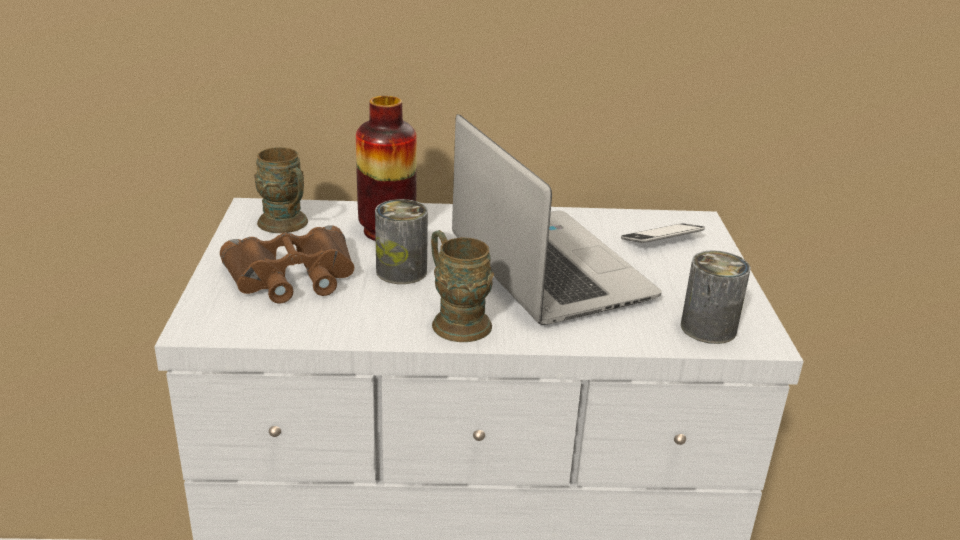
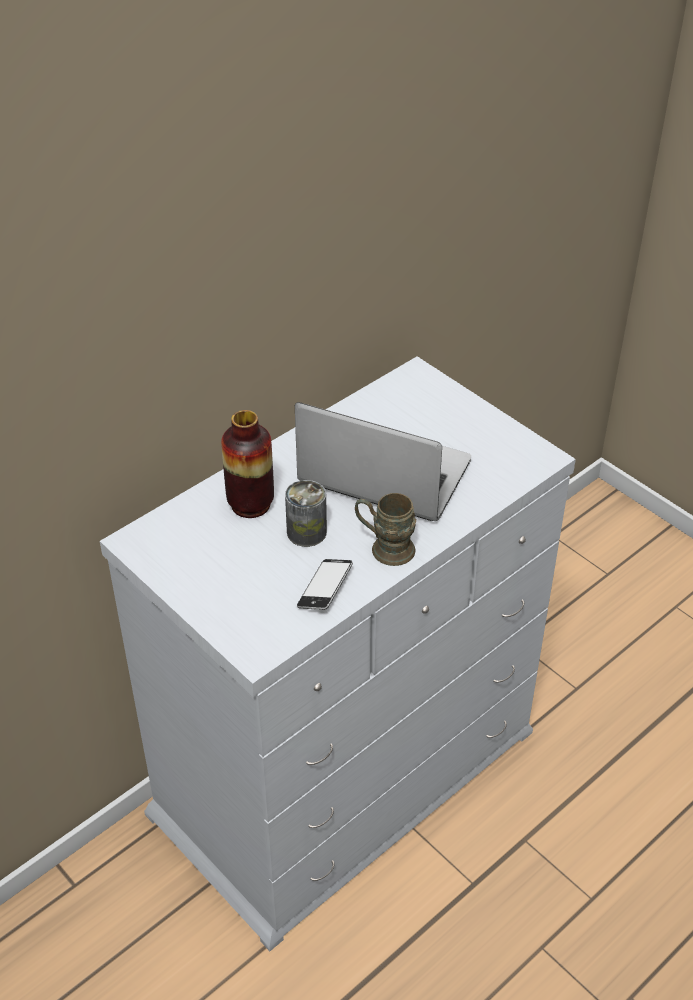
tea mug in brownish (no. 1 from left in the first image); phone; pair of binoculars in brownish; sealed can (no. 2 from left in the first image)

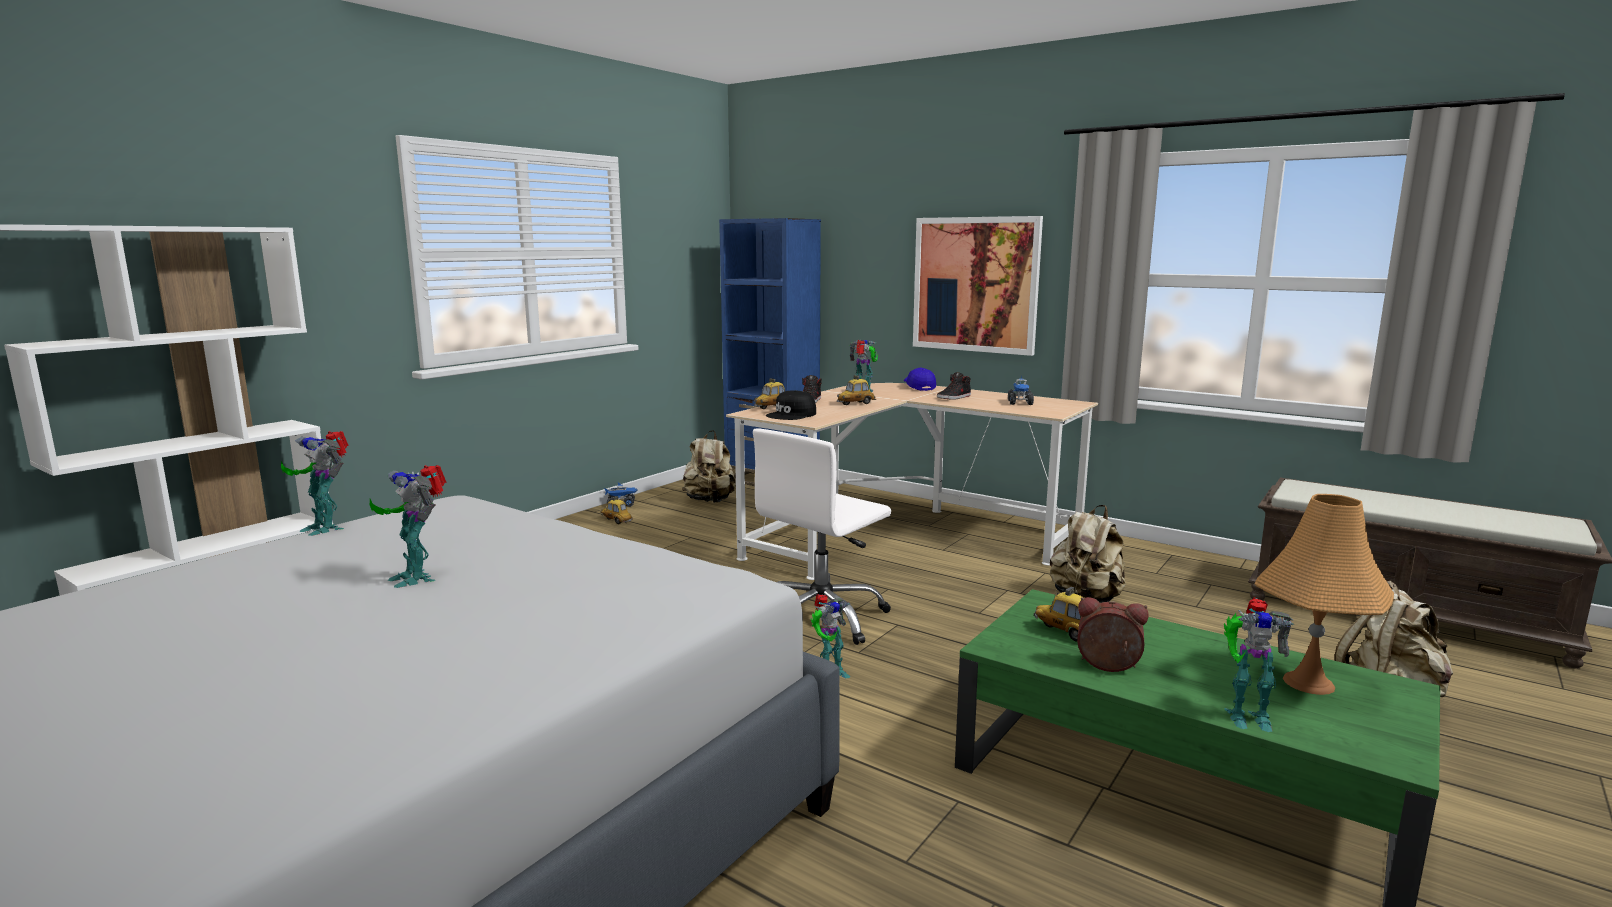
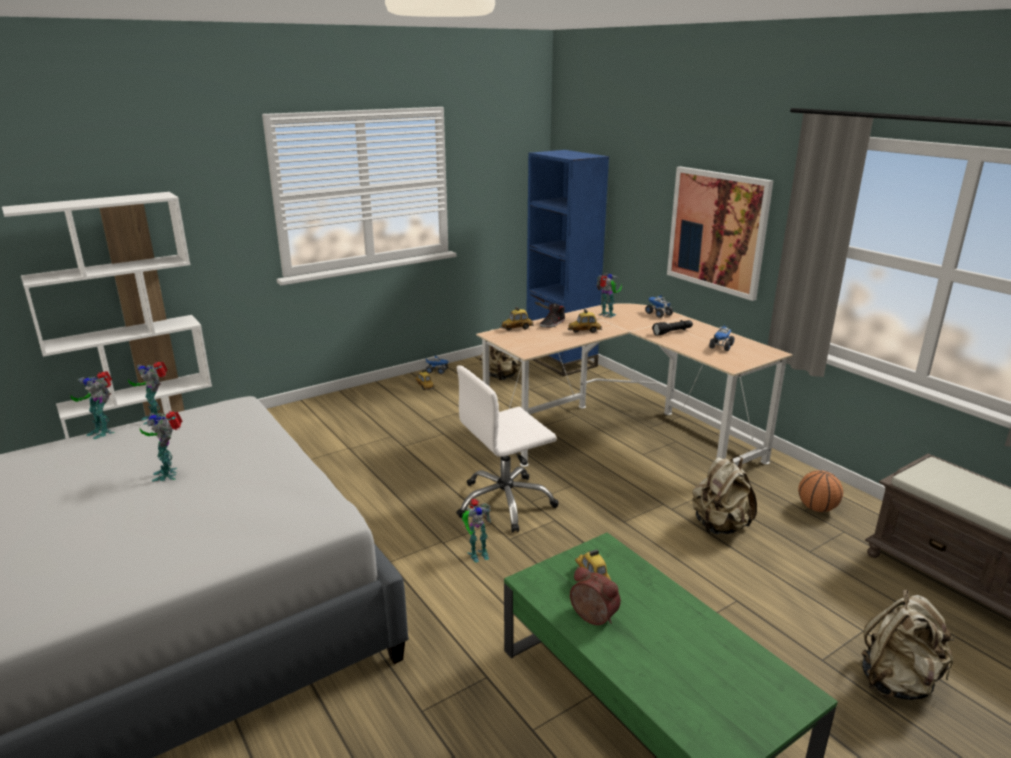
model truck (no. 2 from left); torch in black-coloured; baseball cap in black-coloured; lamp for a table in orange; robot figure (no. 1 from left); ball for basketball

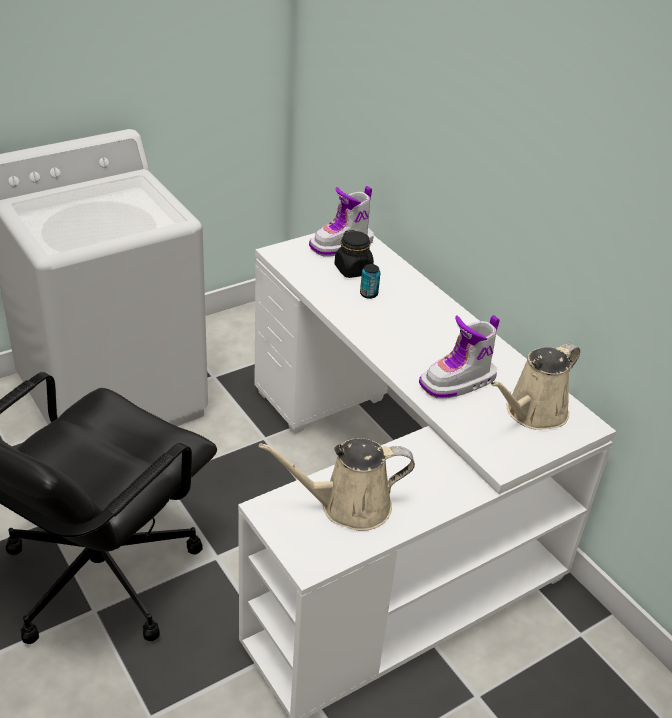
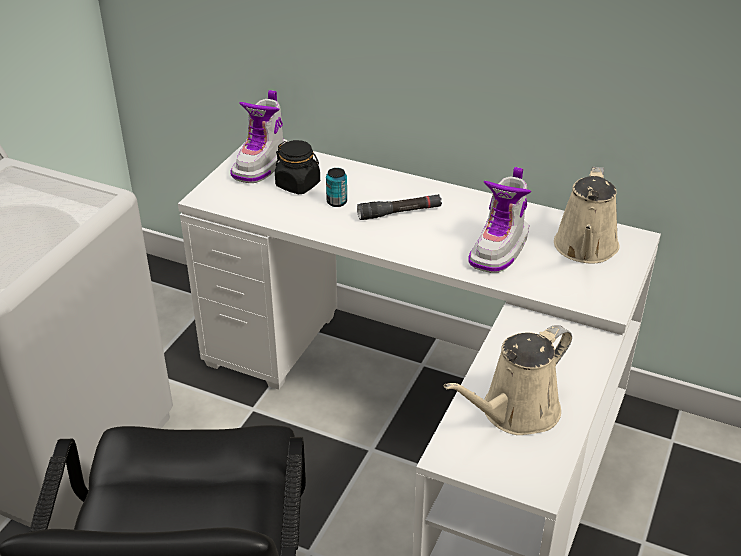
torch in black-coloured

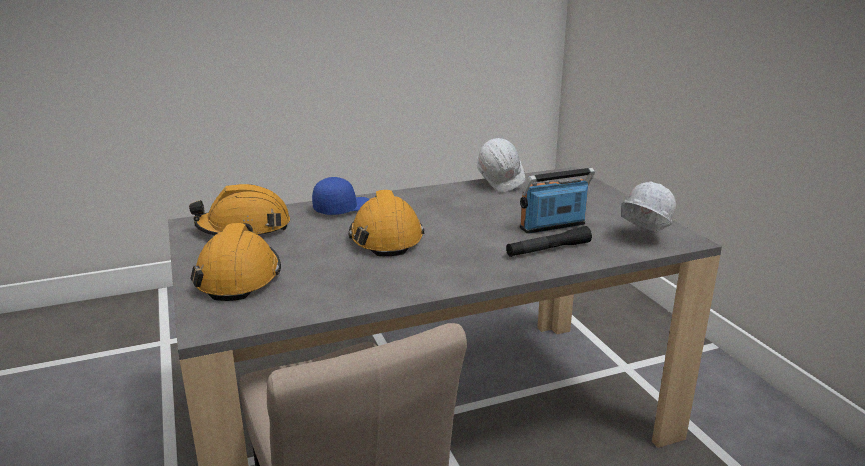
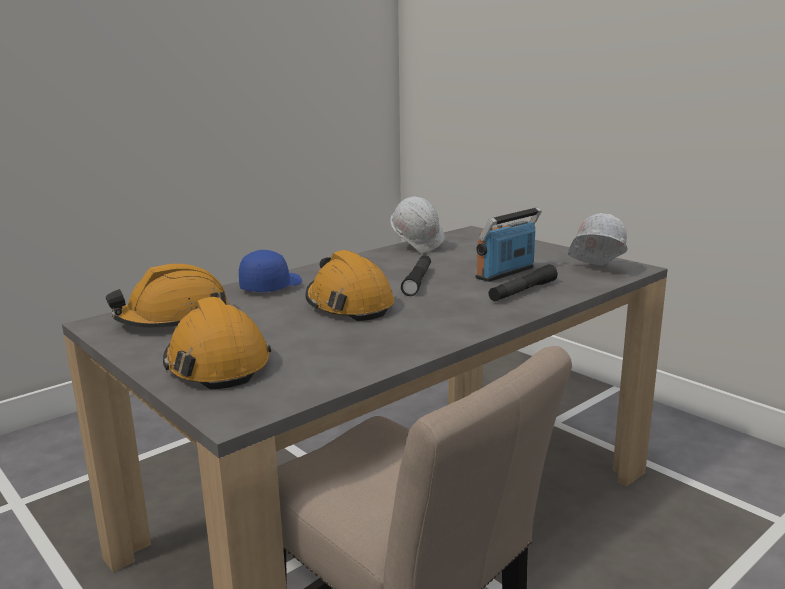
torch in black-coloured (no. 1 from left)

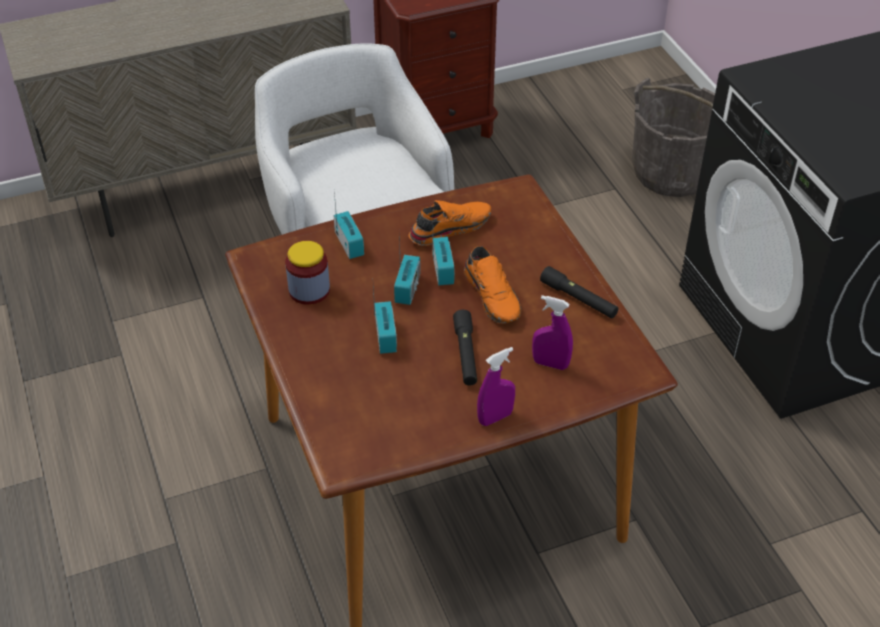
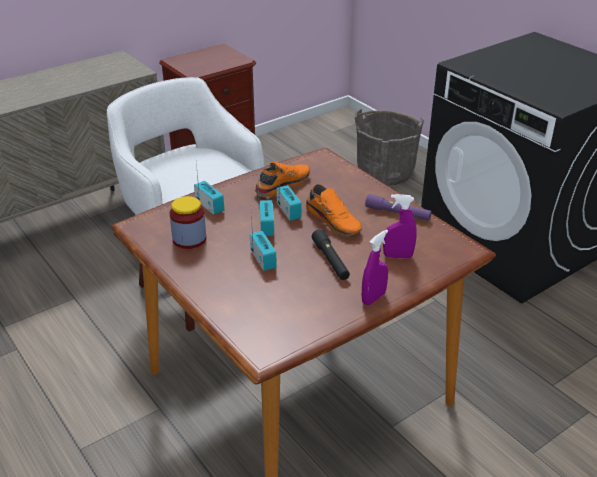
torch in purplish

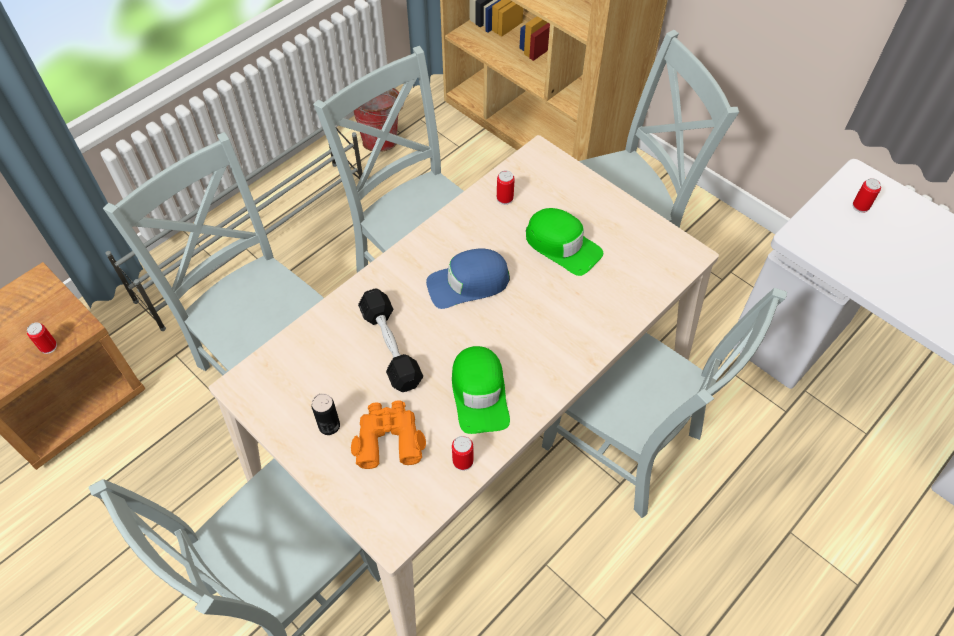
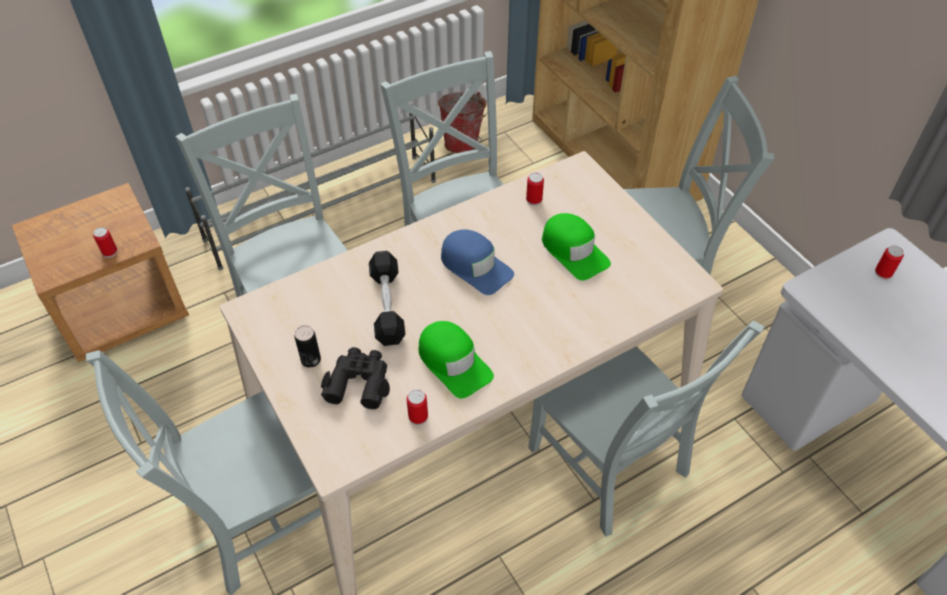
baseball cap in bluish; baseball cap in green-coloured (no. 1 from left); pair of binoculars in black-coloured

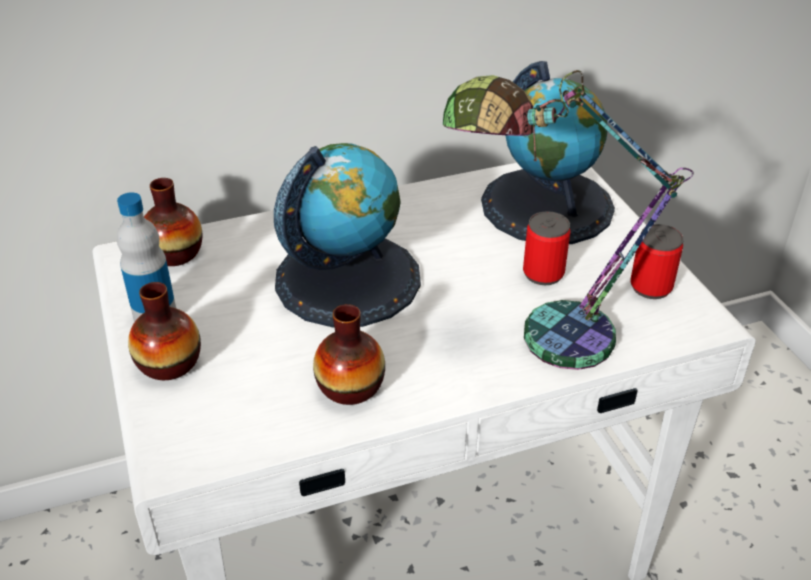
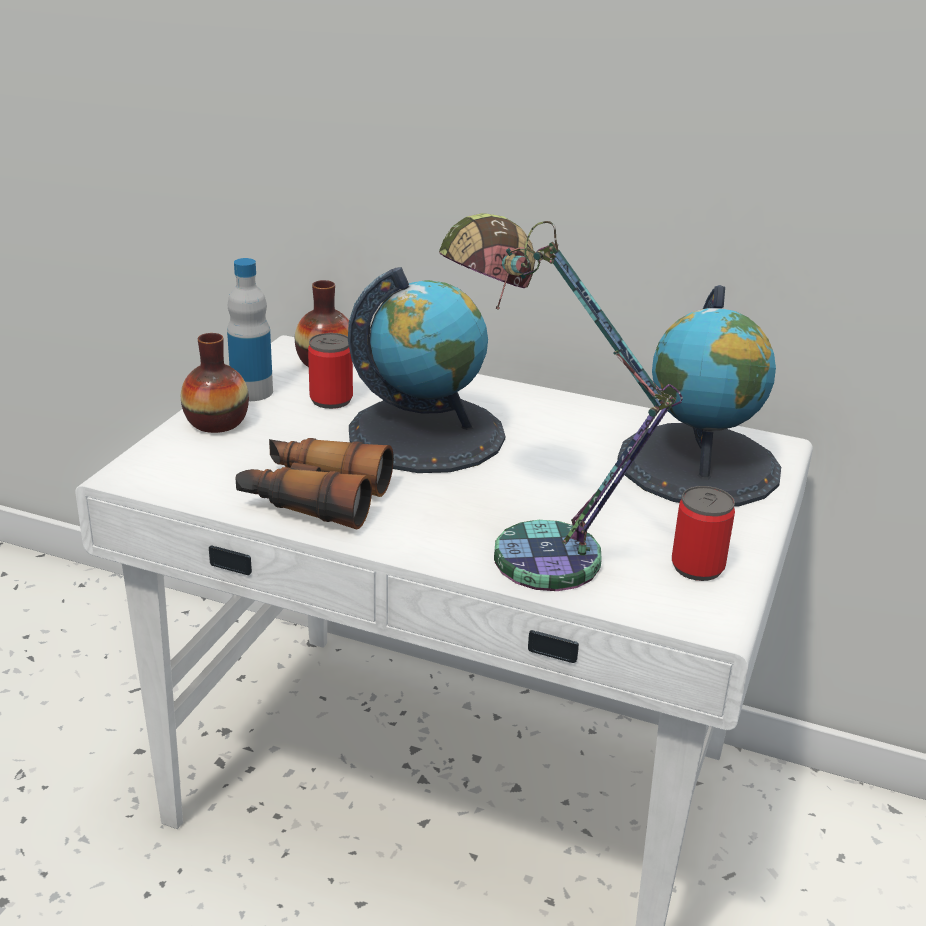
sealed can (no. 1 from left); pair of binoculars

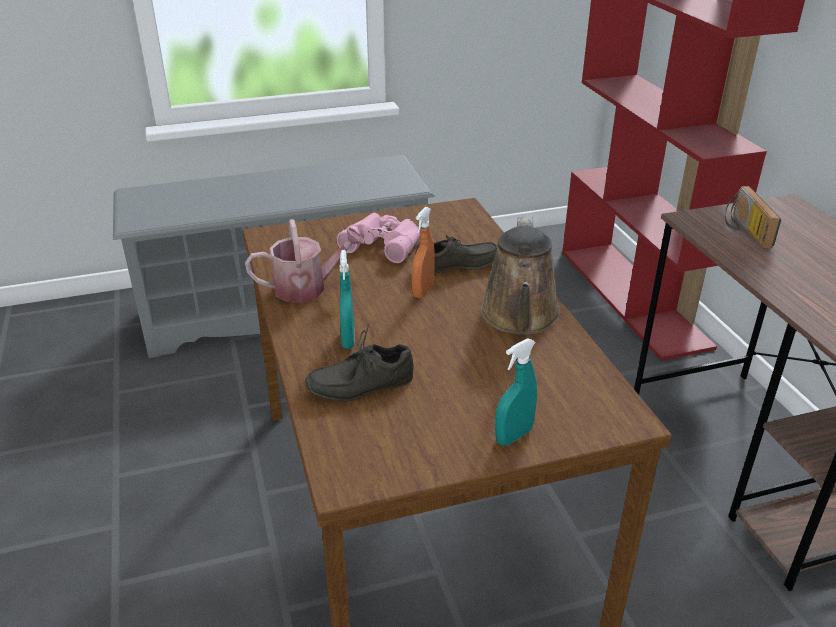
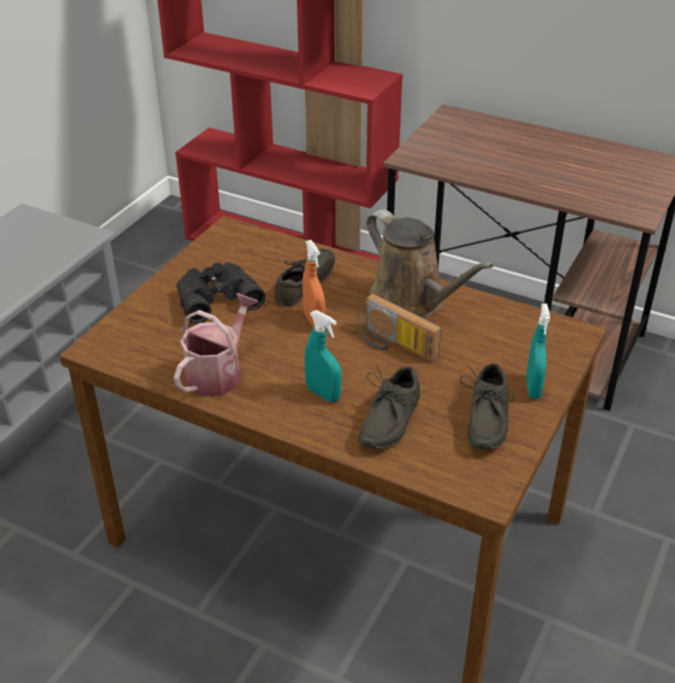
radio receiver; pair of binoculars in black-coloured; item of footwear in grey (no. 3 from left)

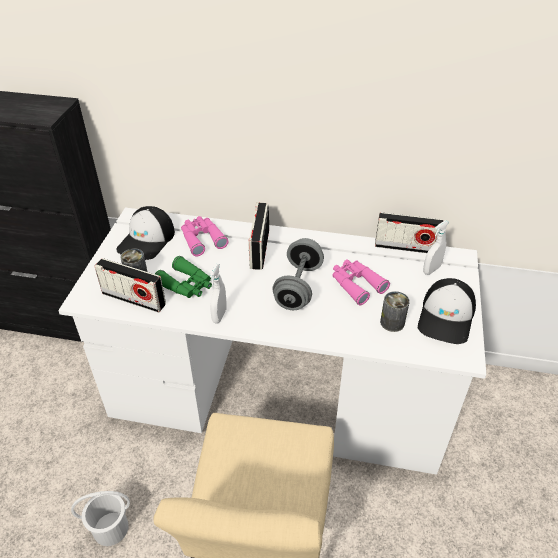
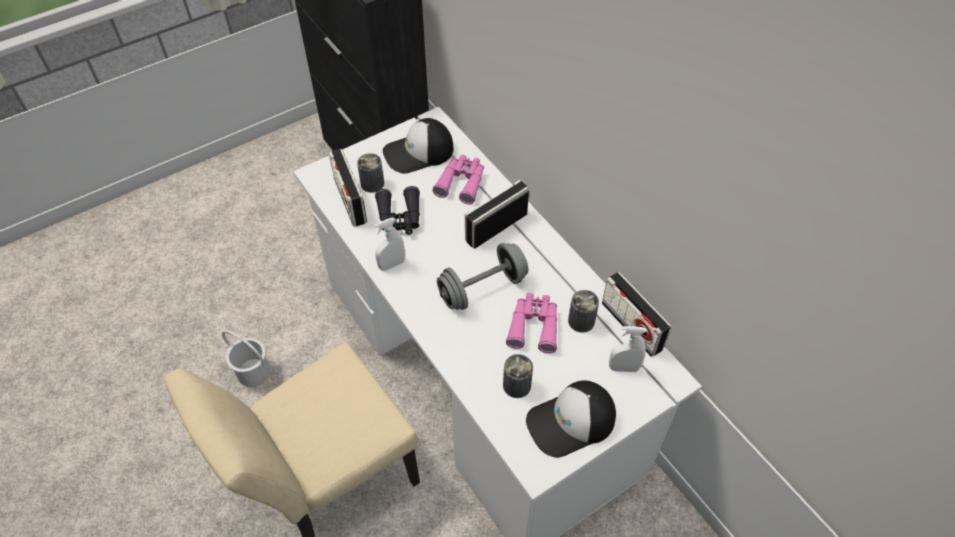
pair of binoculars in black-coloured; sealed can (no. 3 from left)

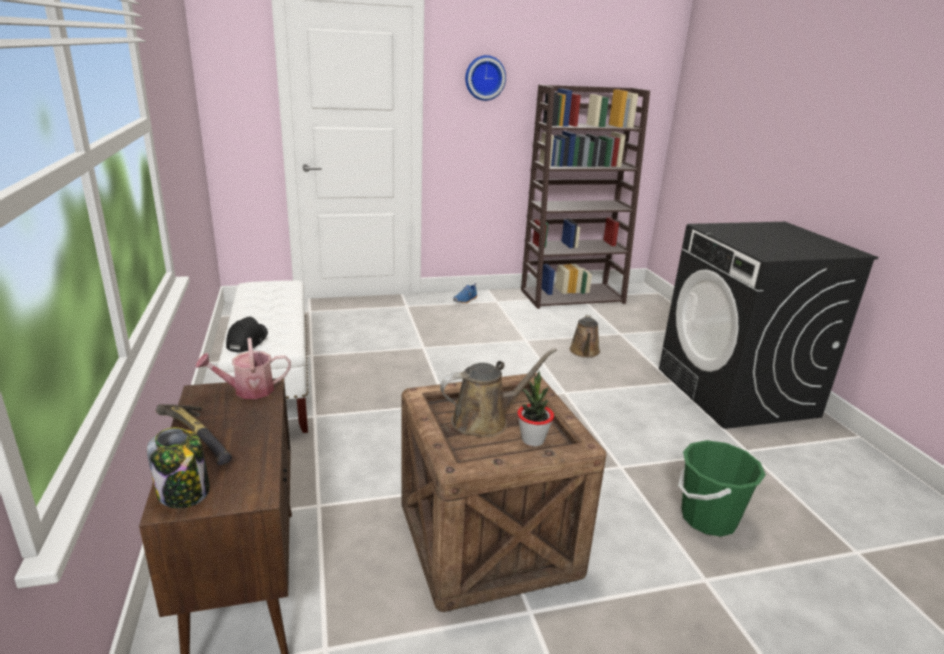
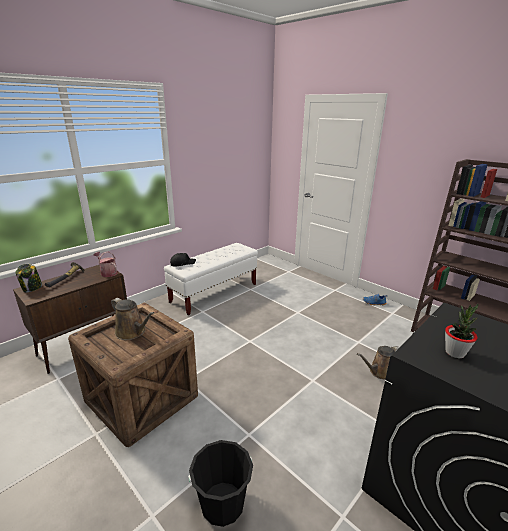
hanging clock; houseplant; bucket in black-coloured

